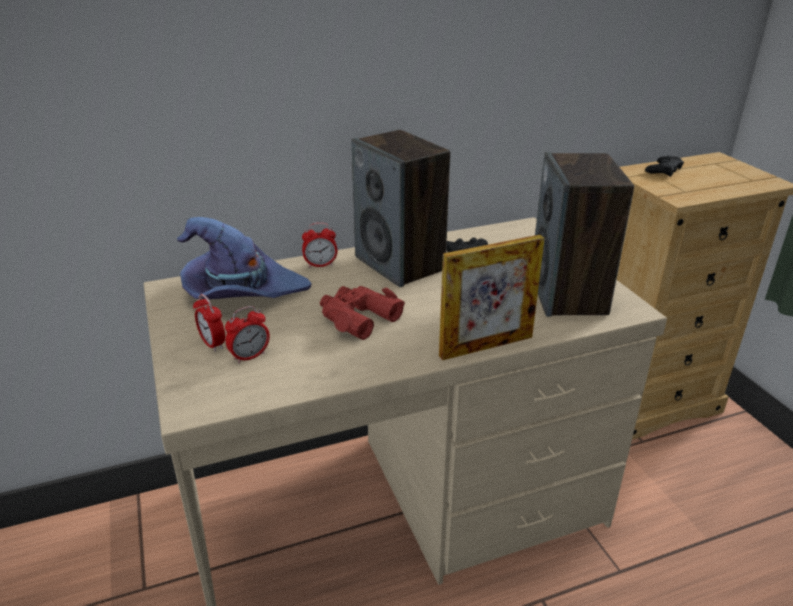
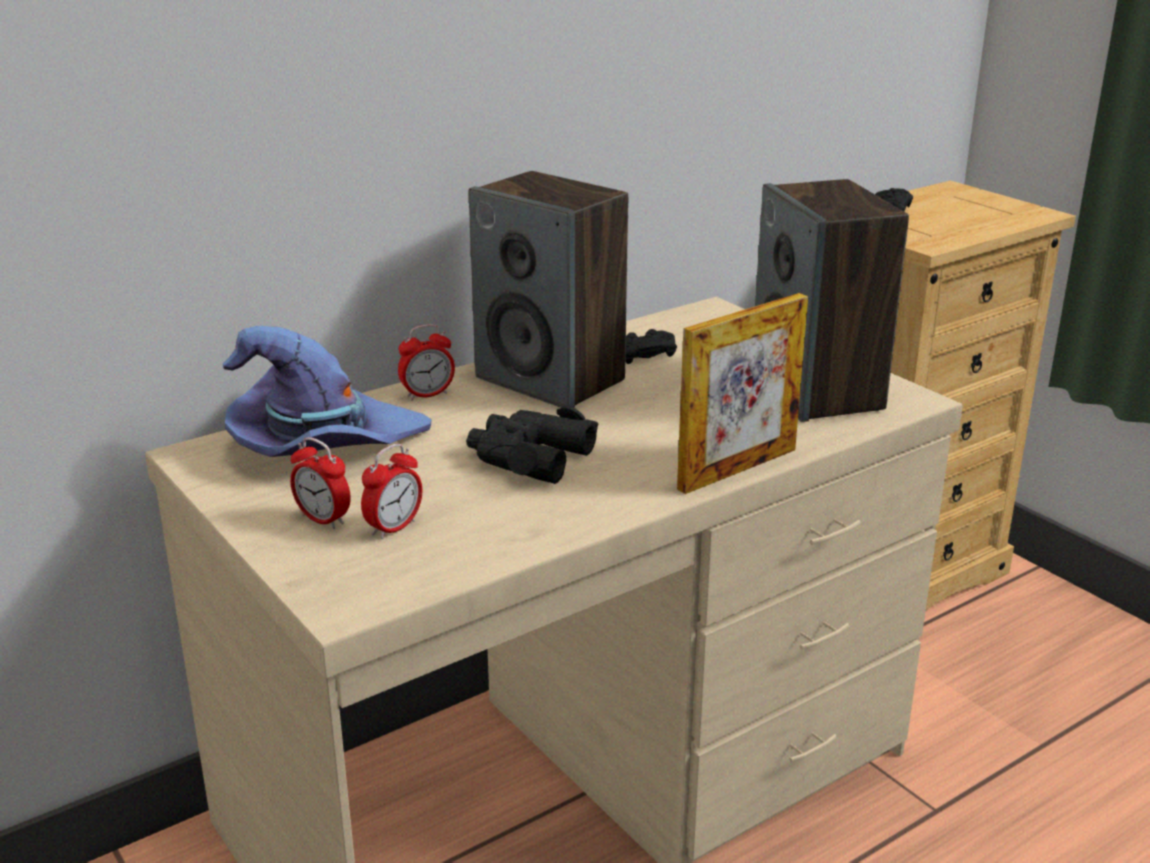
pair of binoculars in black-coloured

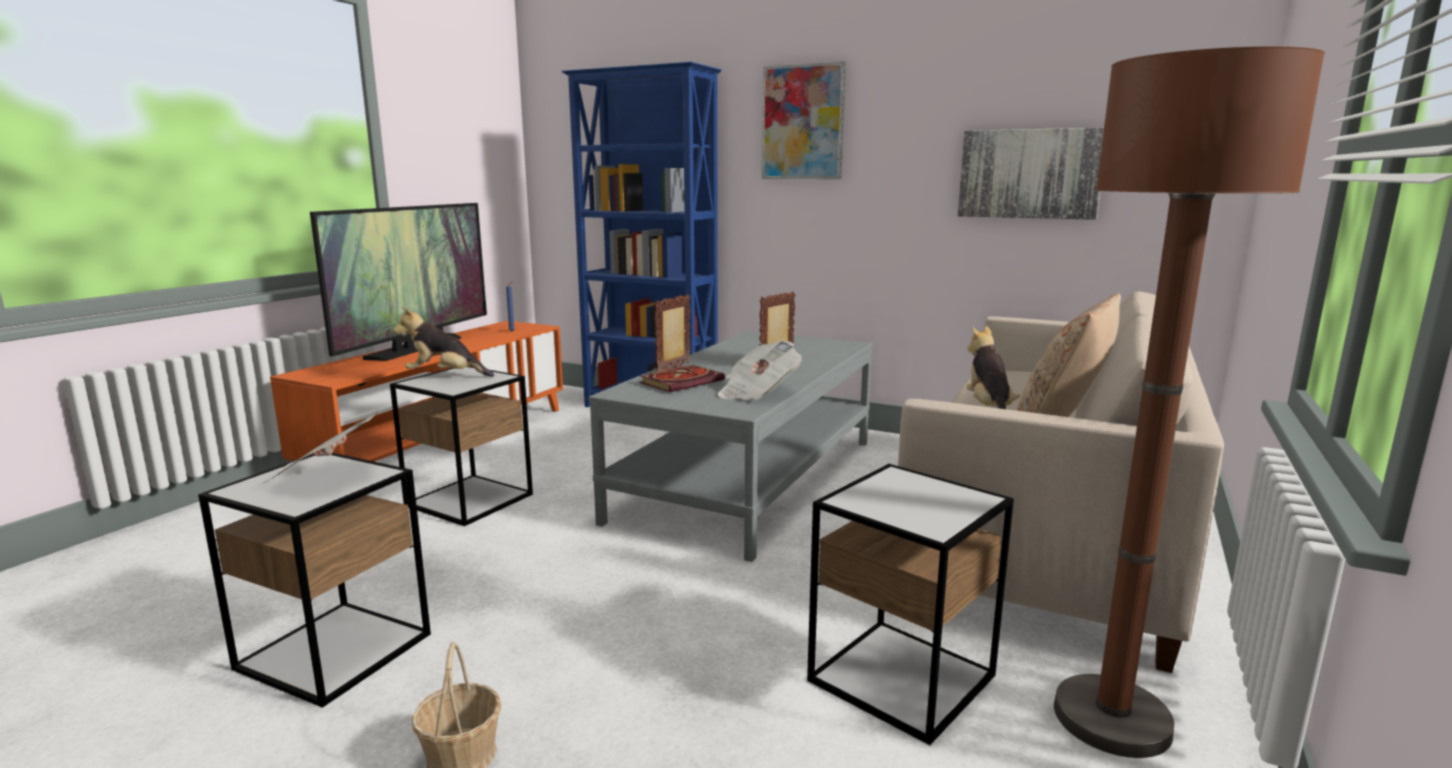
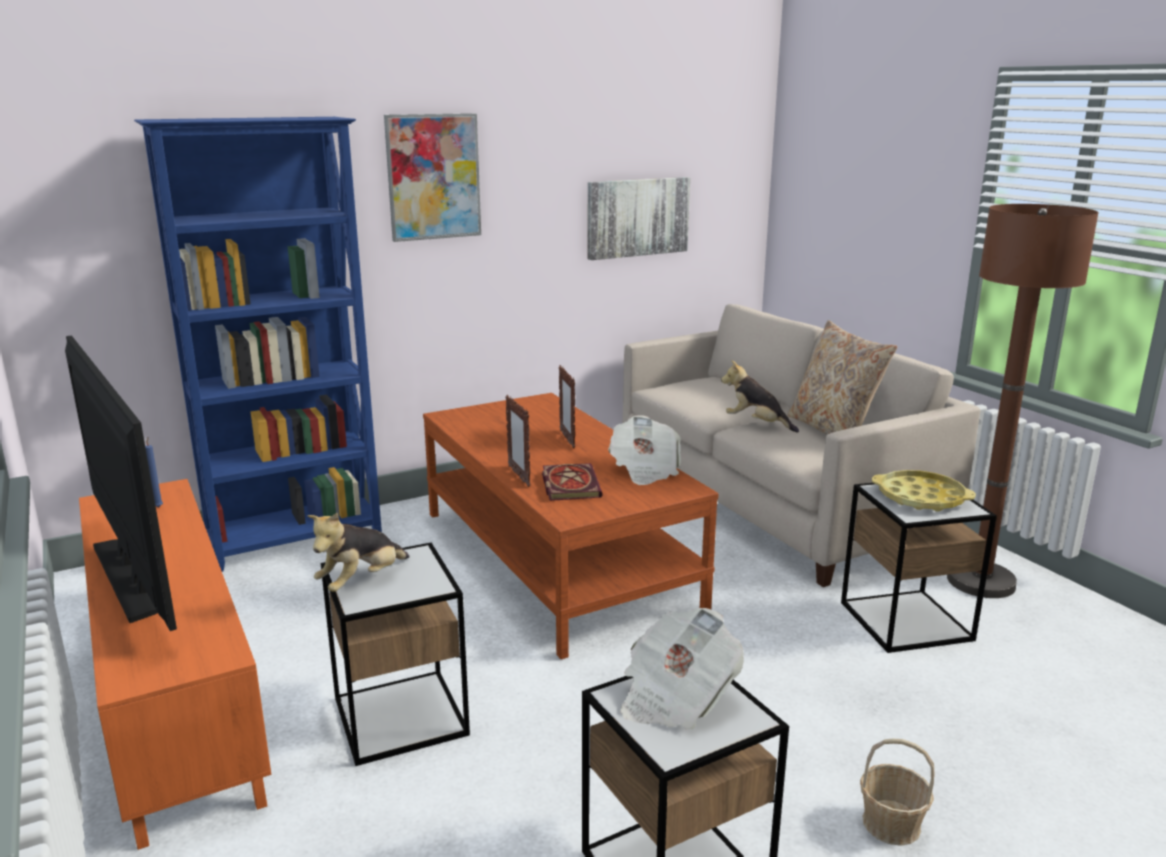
coffee table in brownish; carrying tray in yellow-coloured

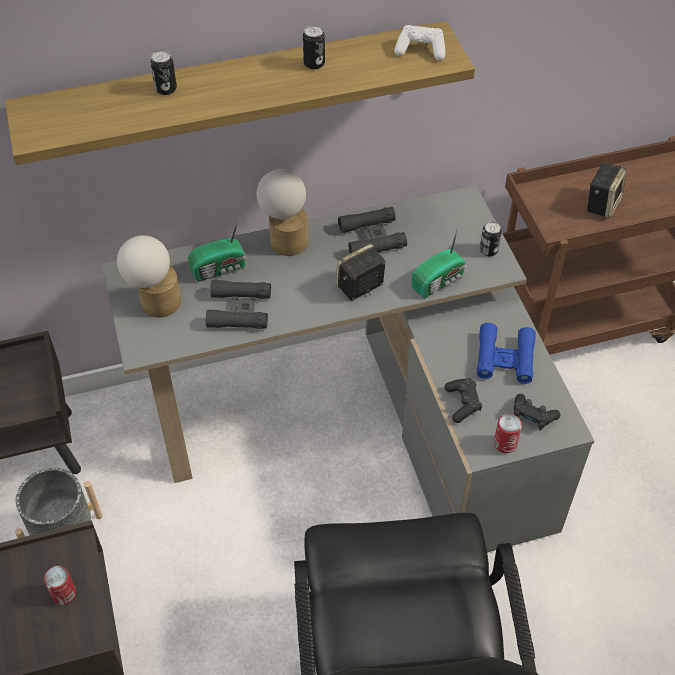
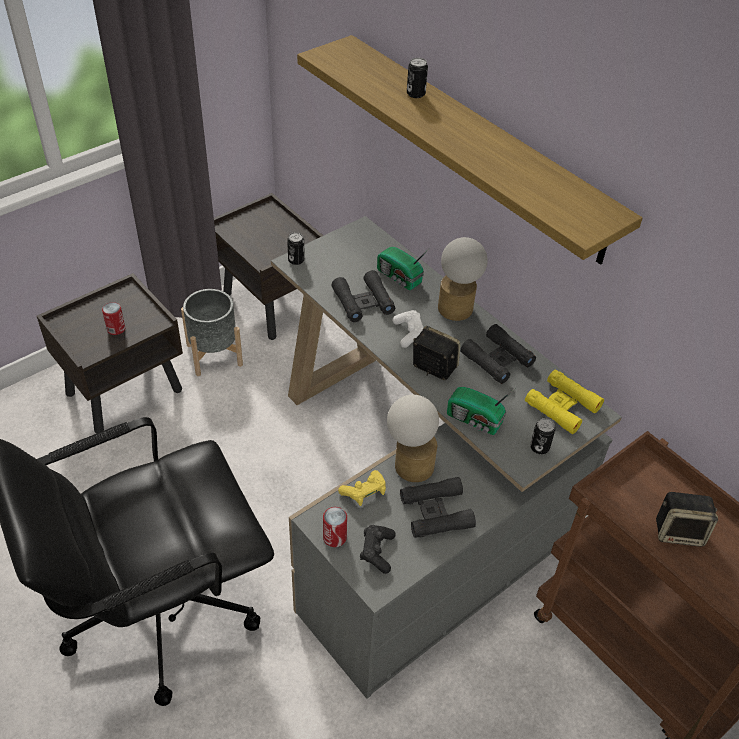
sealed can (no. 2 from left); joypad in whitish; lamp for a table (no. 1 from left); pair of binoculars in black-coloured (no. 2 from left); joypad in yellow-coloured; pair of binoculars in yellow-coloured

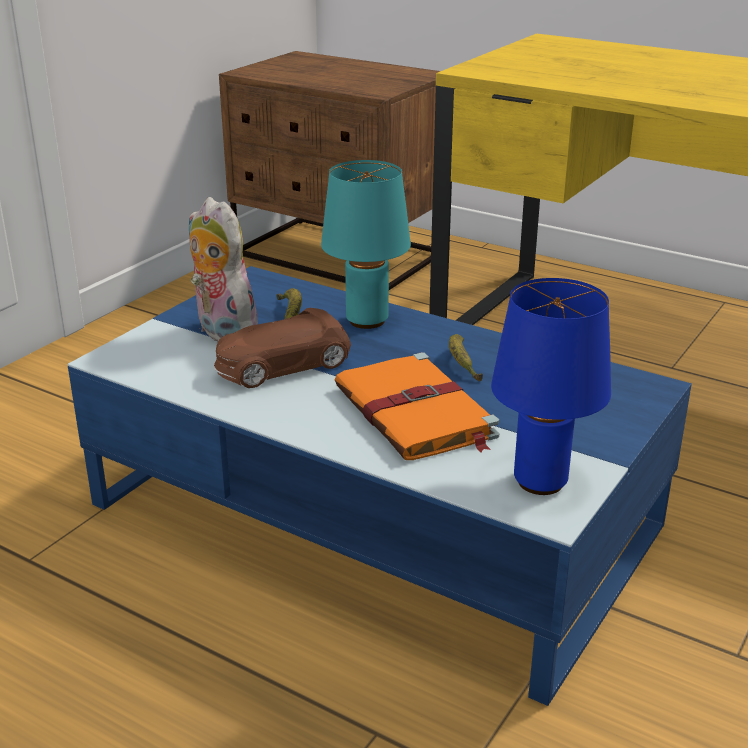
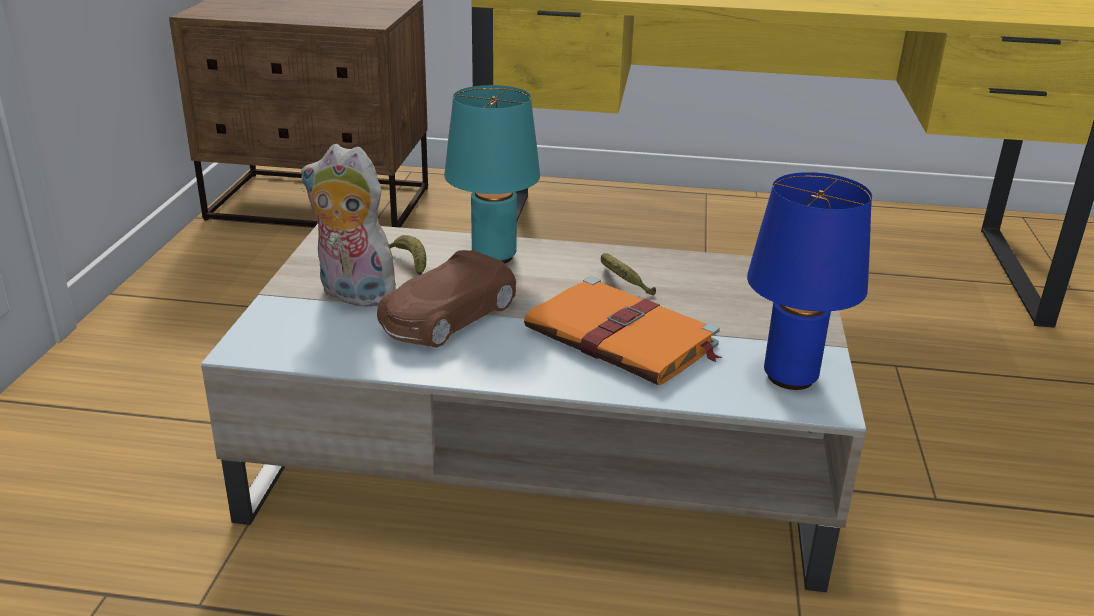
coffee table in beige

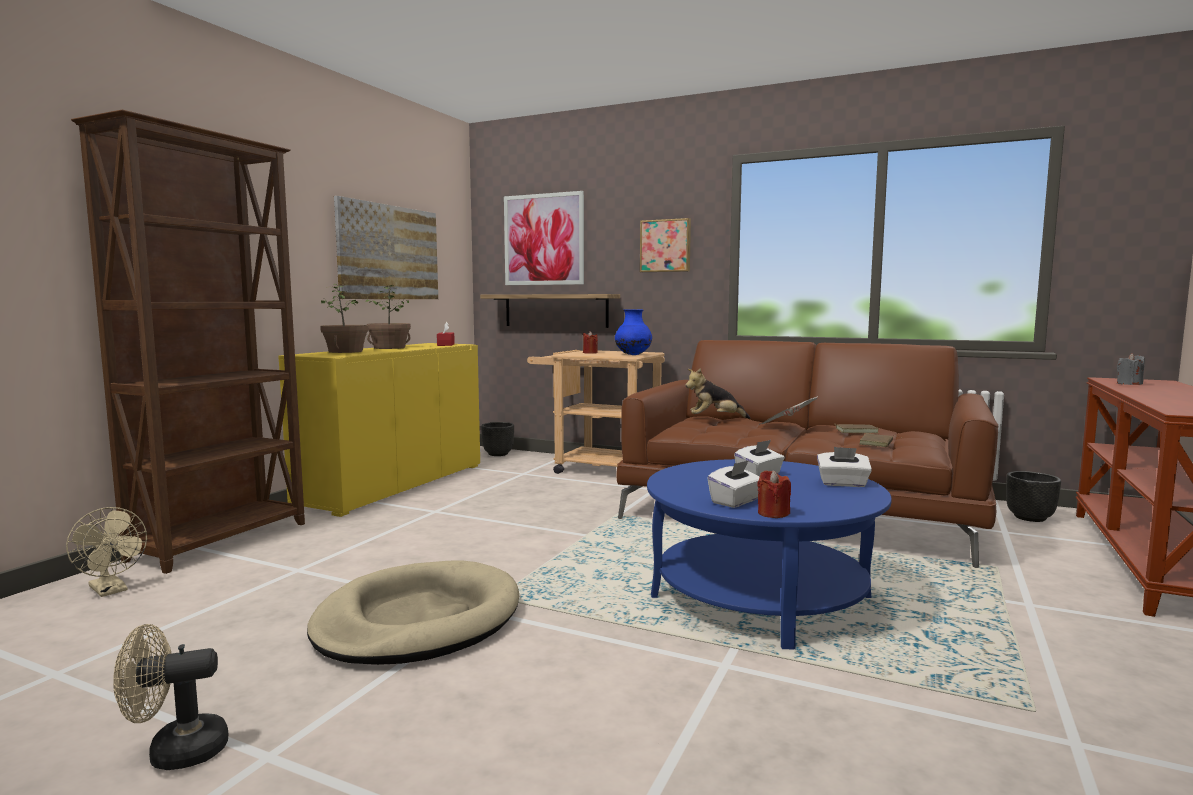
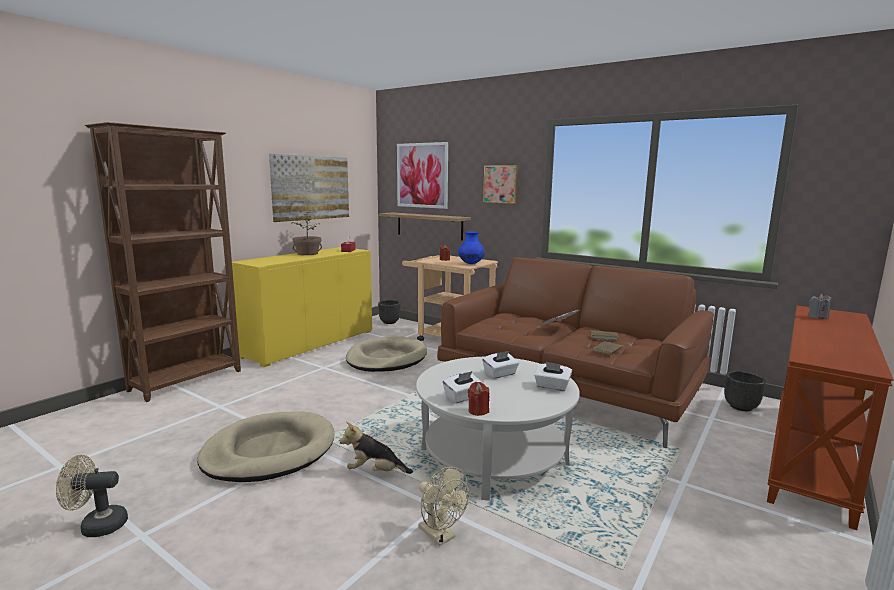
houseplant (no. 1 from left in the first image); soft toy; coffee table in whitish; fan in beige (no. 2 from left); pet bed in beige (no. 2 from left)

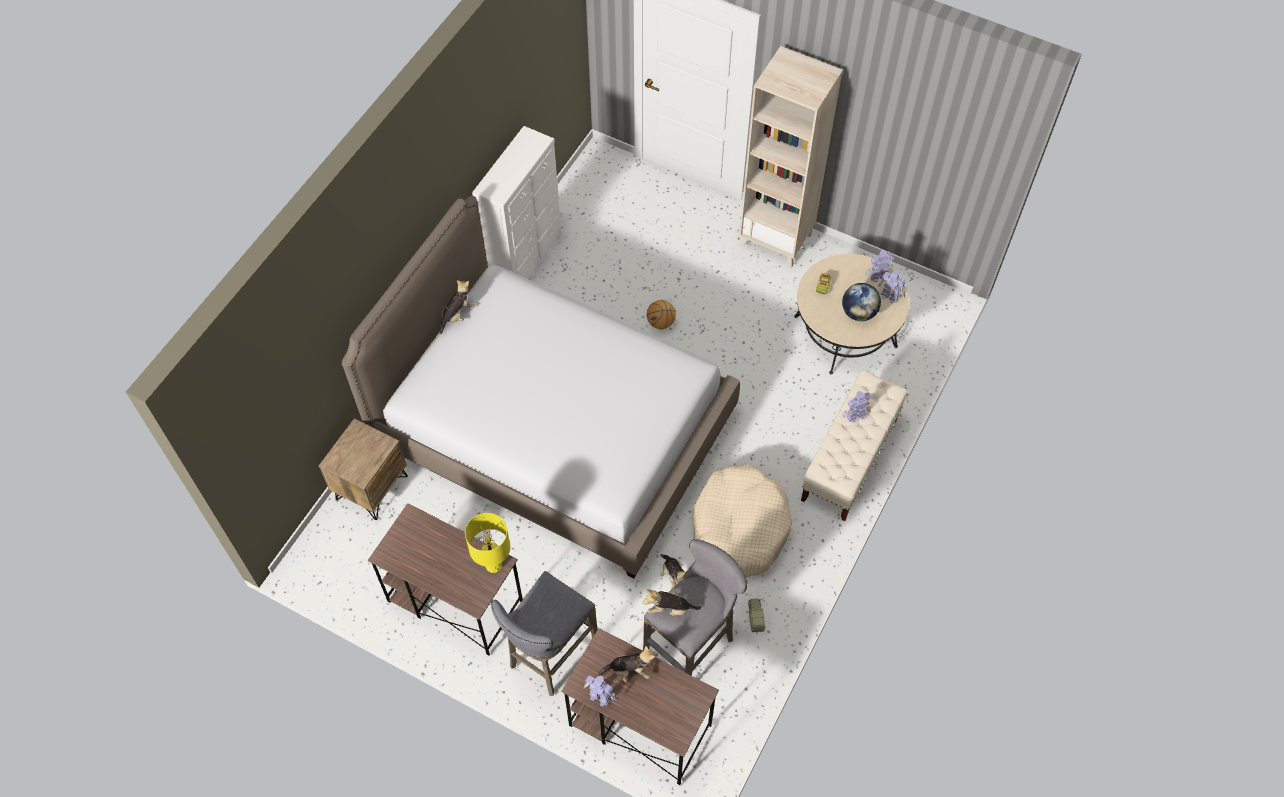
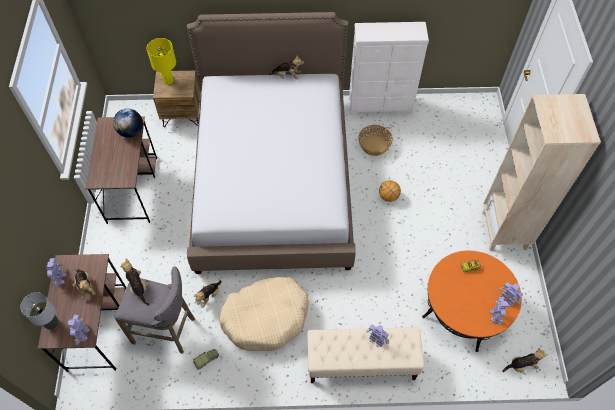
coffee table in orange; globe; lamp for a table in yellow-coloured; sitting stool in grey (no. 1 from left in the first image); household basket; lamp for a table in grey; robot figure (no. 2 from left); soft toy (no. 5 from left)

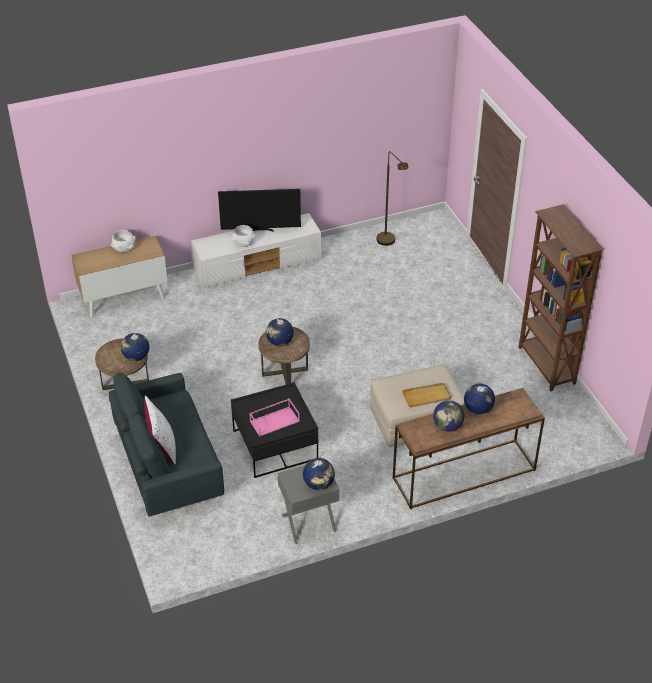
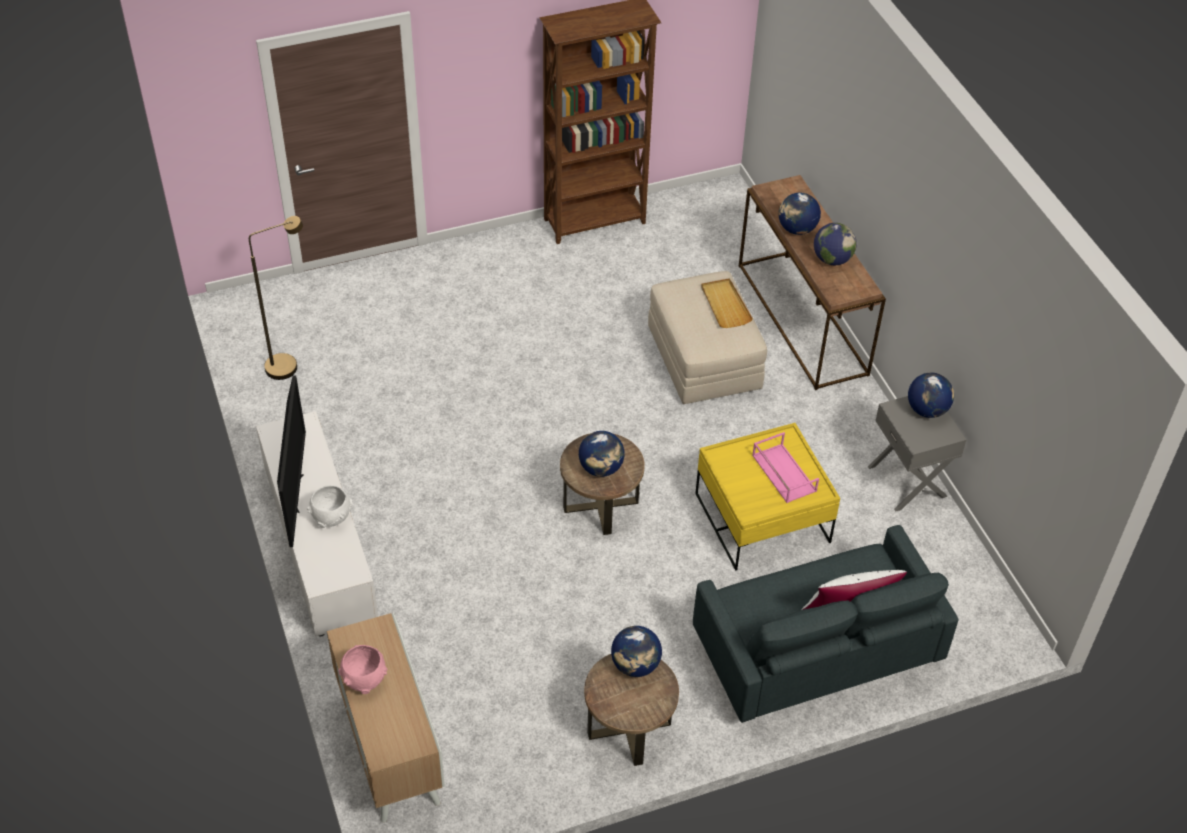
deep dish in pink; coffee table in yellow-coloured

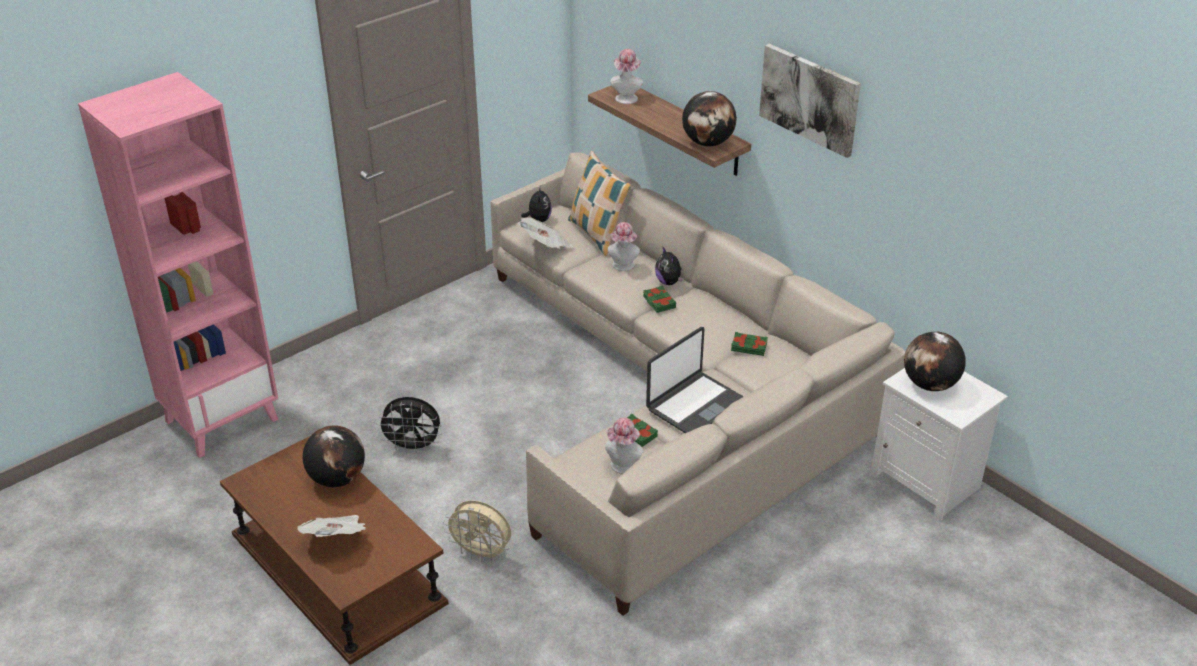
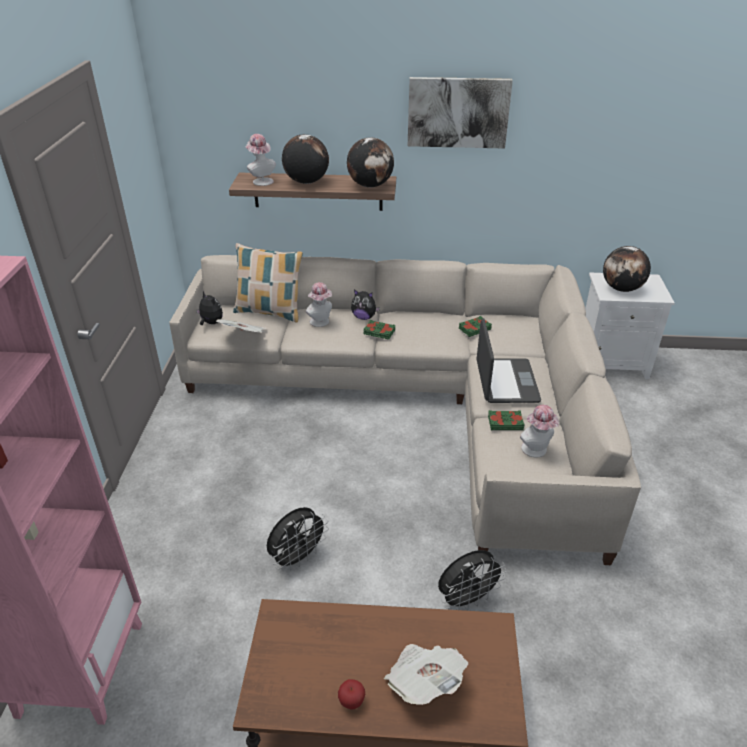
globe (no. 1 from left); fan in black-coloured (no. 2 from left); apple

